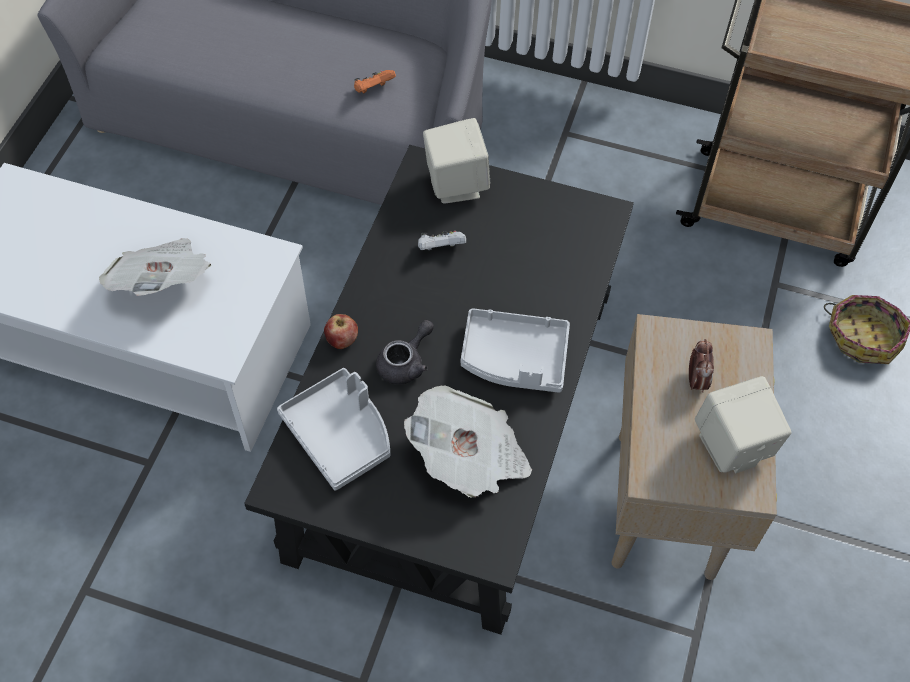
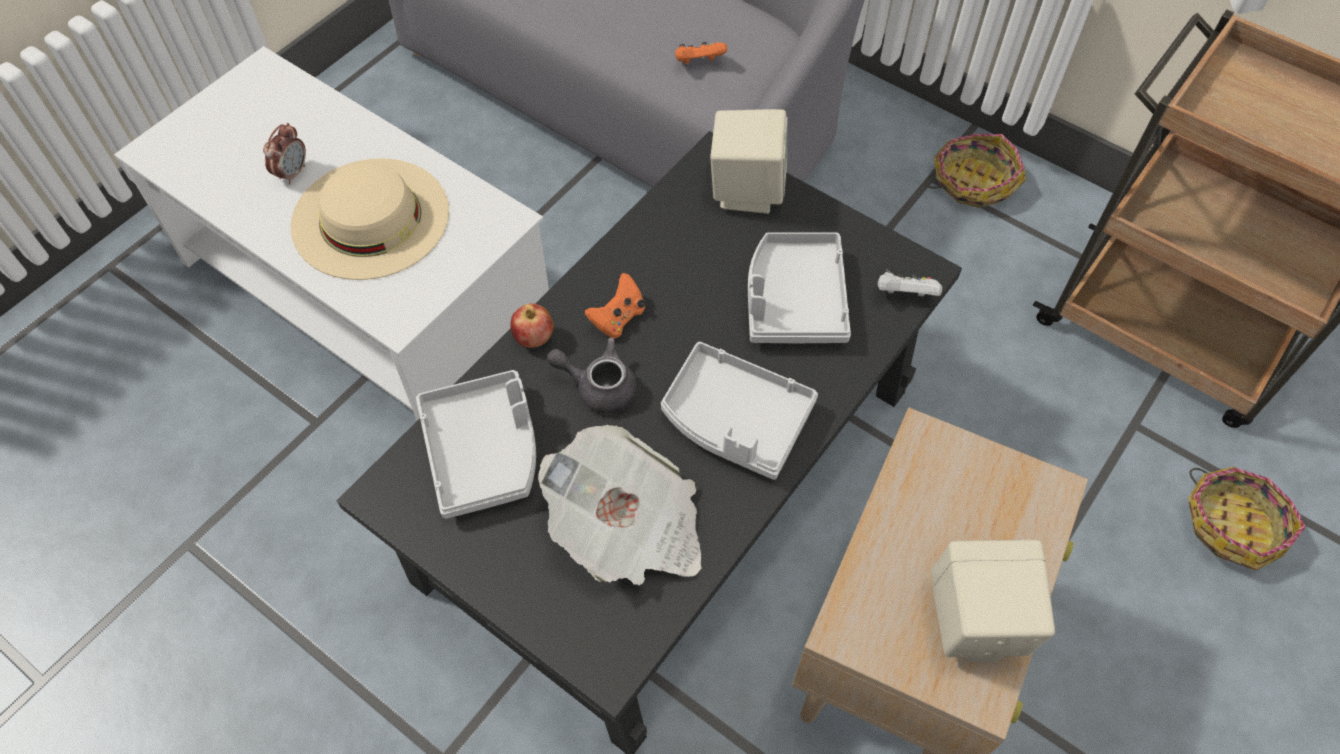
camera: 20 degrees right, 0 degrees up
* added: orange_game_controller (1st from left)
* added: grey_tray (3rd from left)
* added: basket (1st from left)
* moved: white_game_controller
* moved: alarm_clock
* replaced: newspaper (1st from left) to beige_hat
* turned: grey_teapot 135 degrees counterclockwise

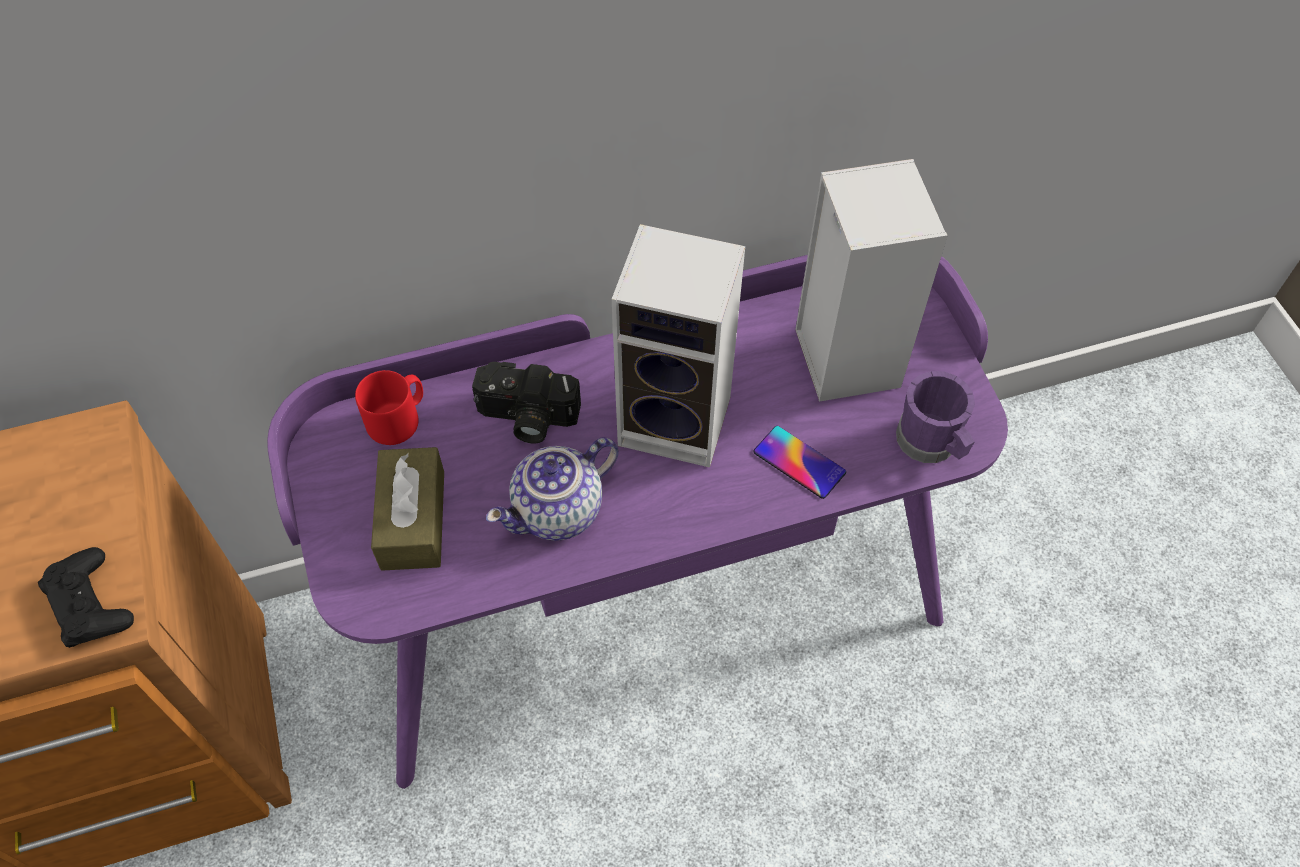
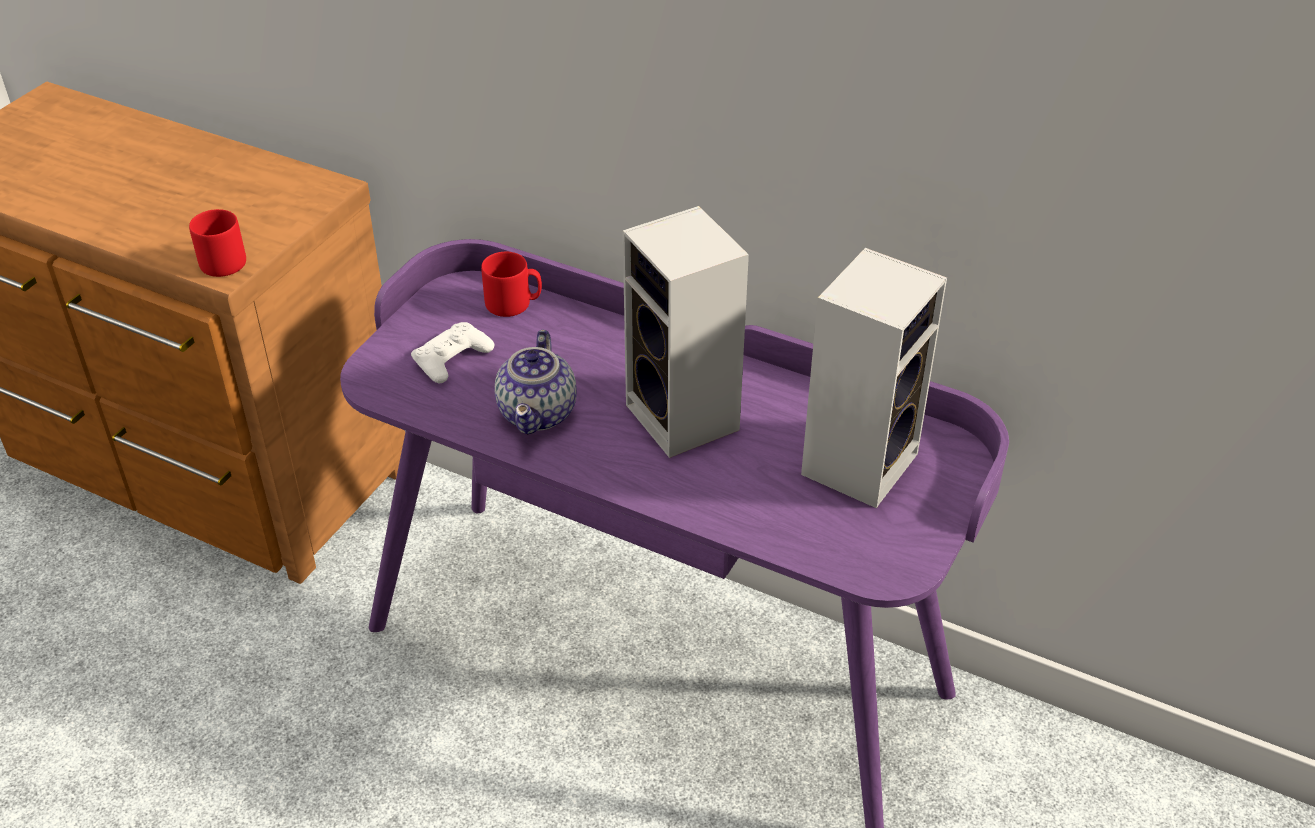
camera: 45 degrees right, 15 degrees down
* removed: photo_camera
* removed: phone
* removed: purple_mug
* replaced: black_game_controller to red_mug (1st from left)
* replaced: brown_tissue_box to white_game_controller
* turned: teapot 90 degrees counterclockwise

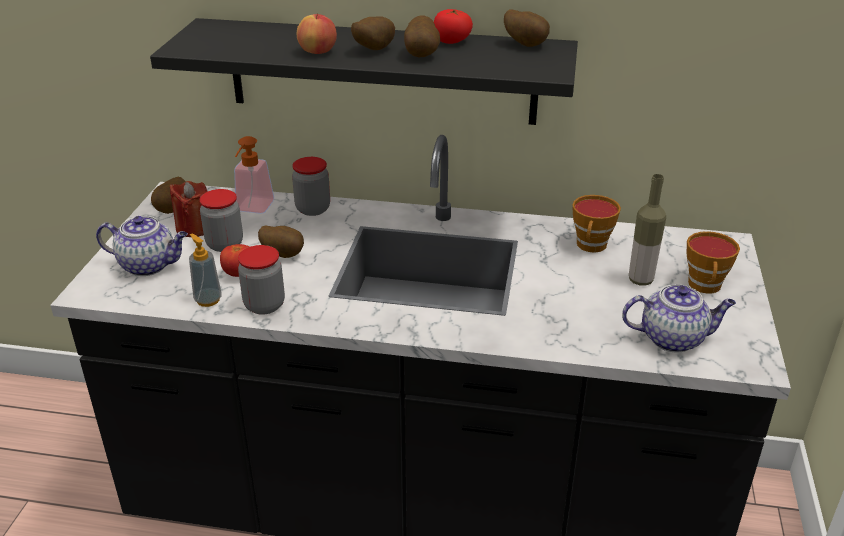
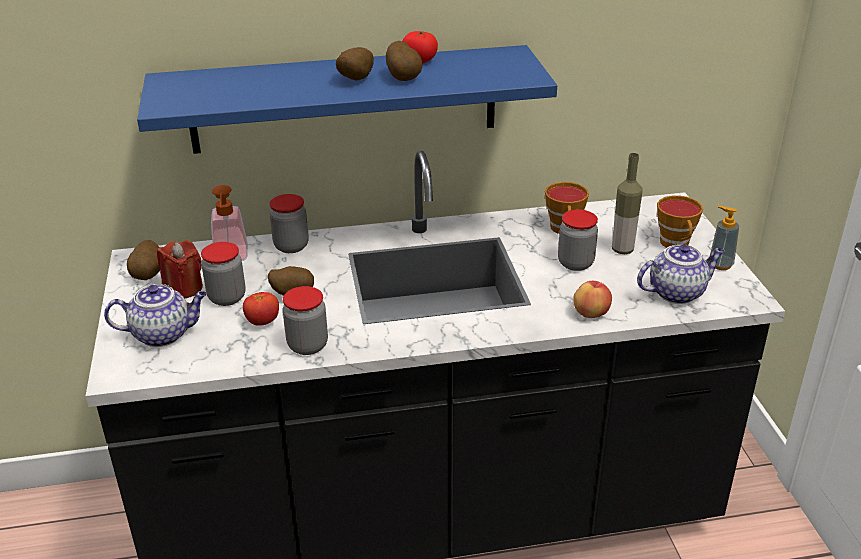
camera: 20 degrees left, 0 degrees up
* removed: potato (5th from left)
* added: jar (4th from left)
* moved: soap_dispenser (1st from left in the first image) to soap_dispenser (2nd from left)
* moved: apple
* recoloured: black_shelf to blue_shelf

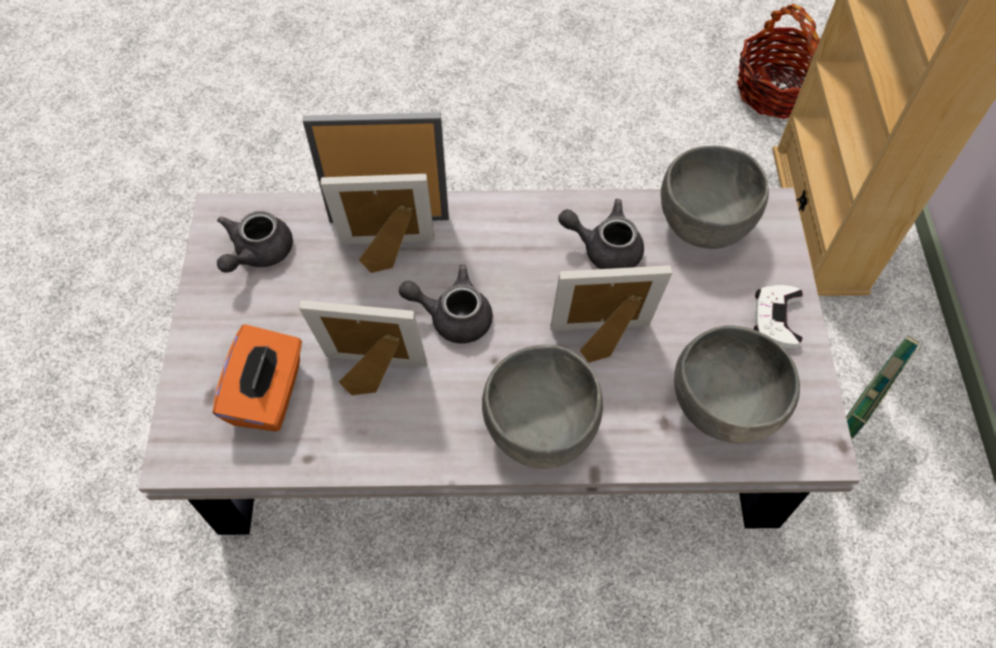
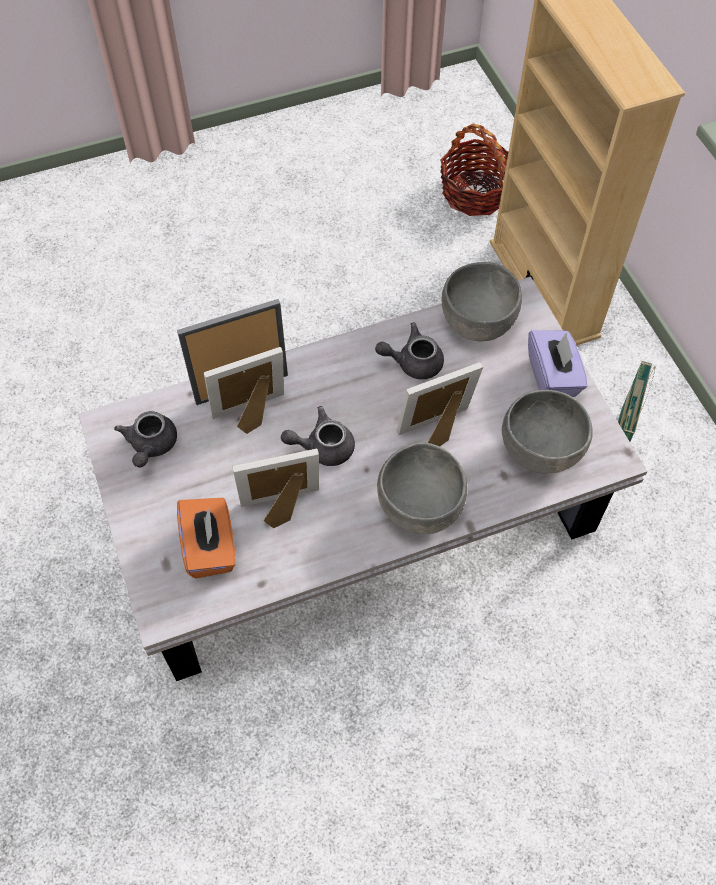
camera: 20 degrees left, 0 degrees up
* replaced: white_game_controller to purple_tissue_box

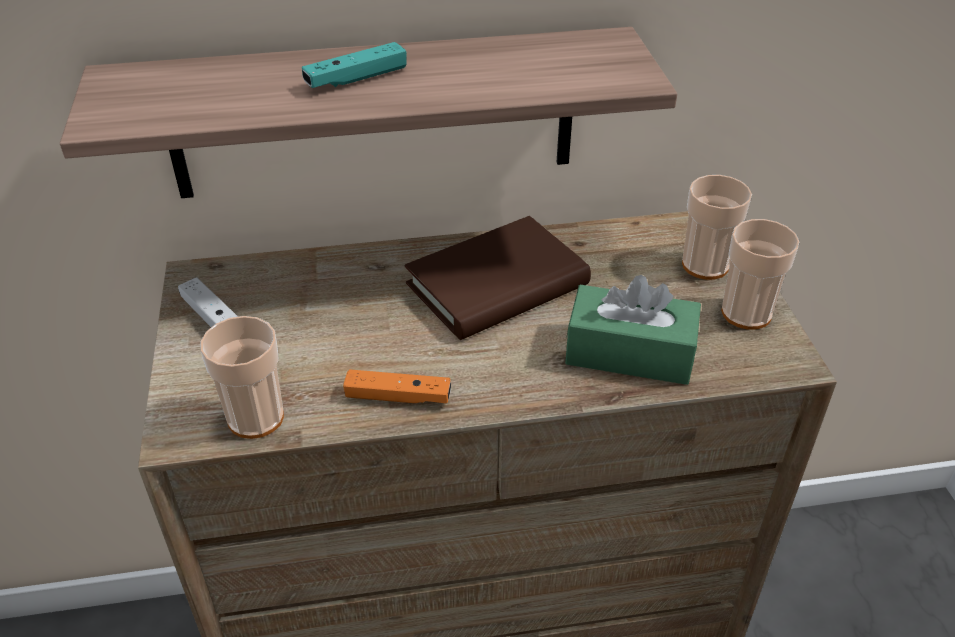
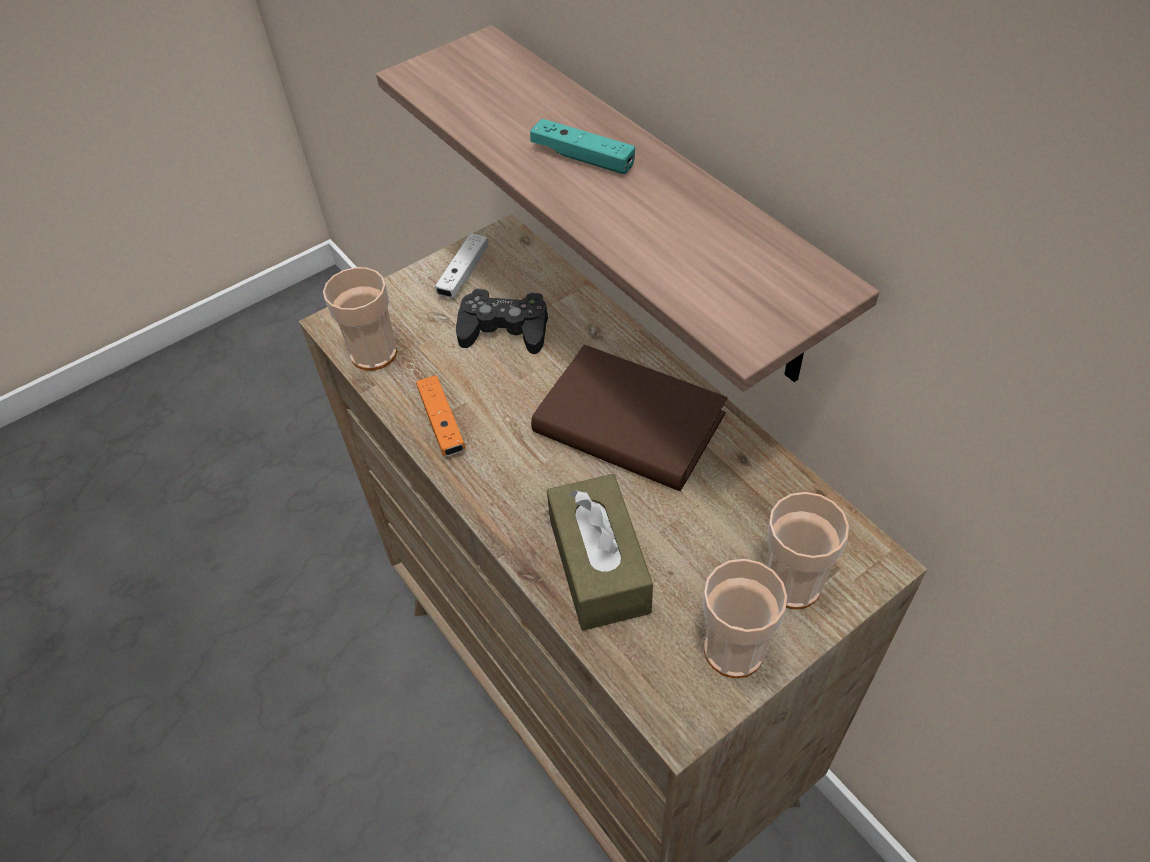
camera: 65 degrees right, 10 degrees up
* added: black_game_controller
* recoloured: green_tissue_box to brown_tissue_box

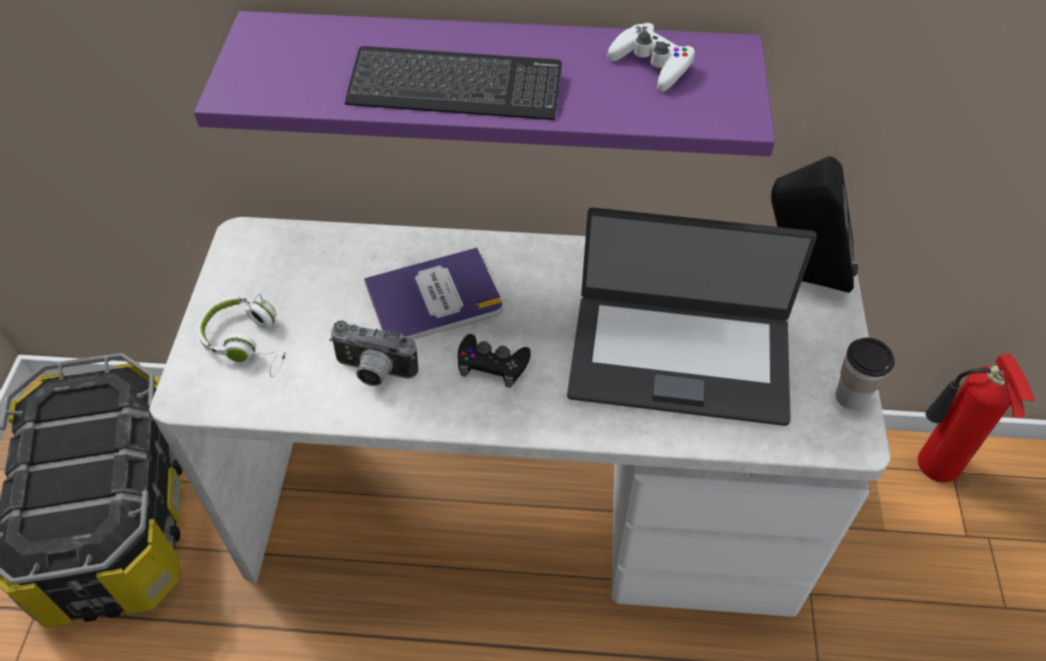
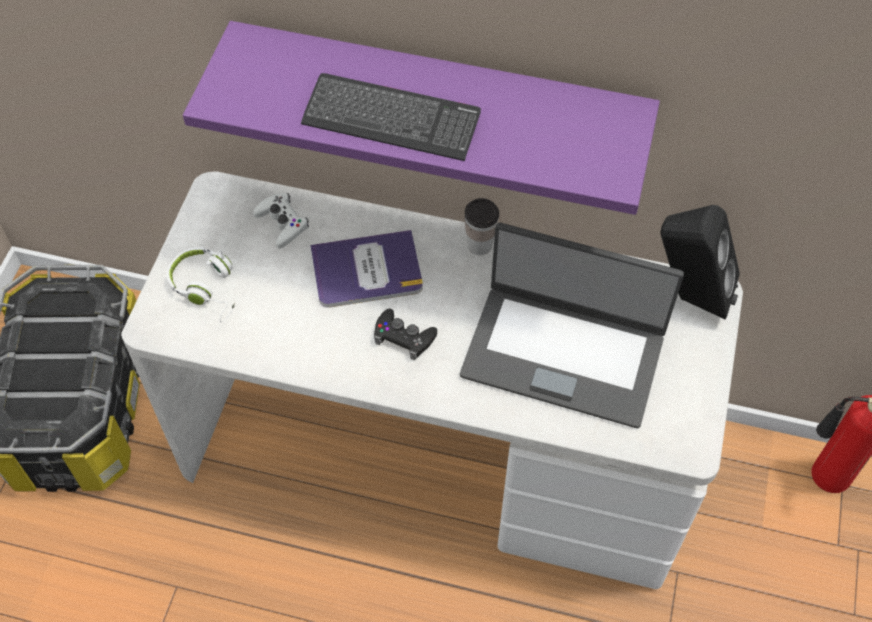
camera: 10 degrees right, 5 degrees up
* removed: photo_camera
* moved: white_game_controller
* moved: cup

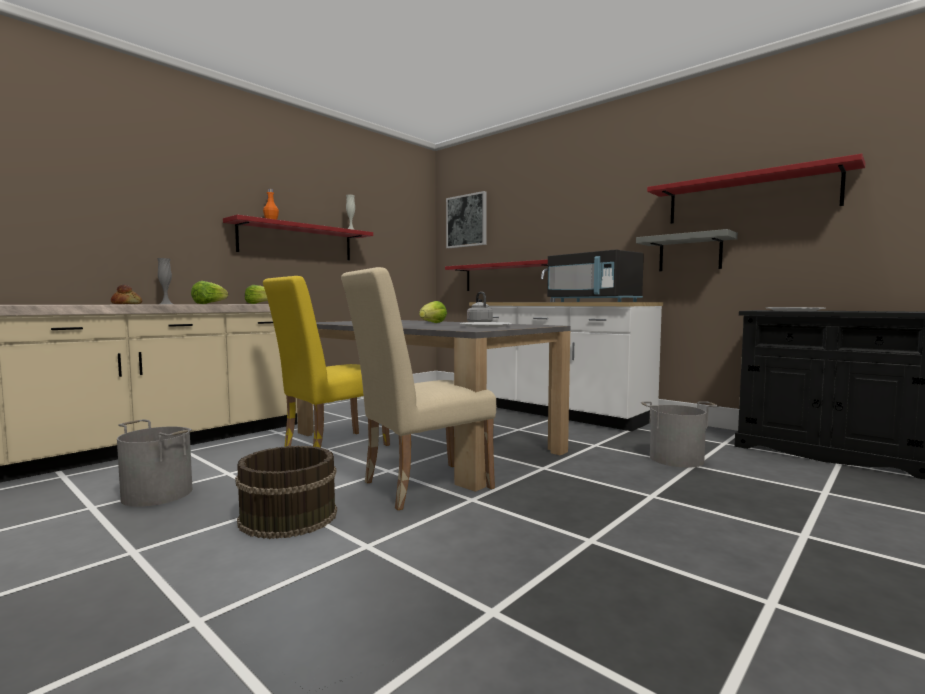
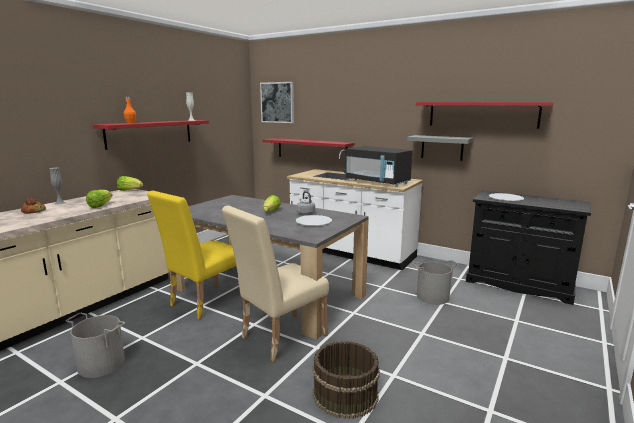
camera: 10 degrees left, 10 degrees up
* moved: brown_bucket

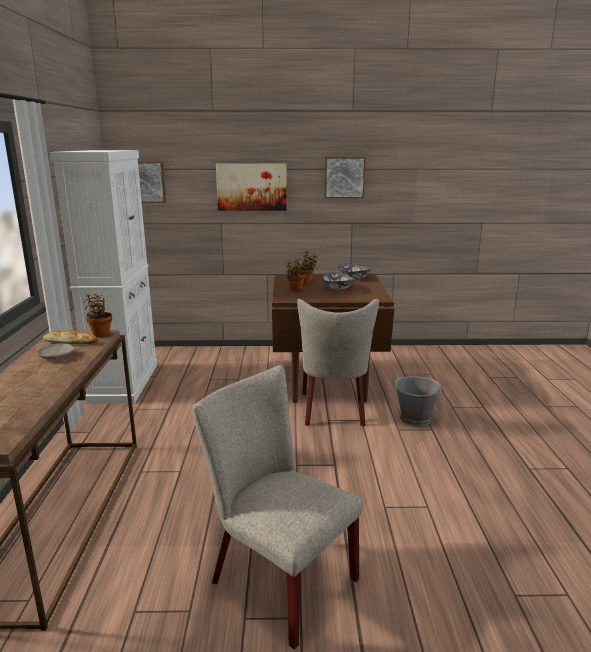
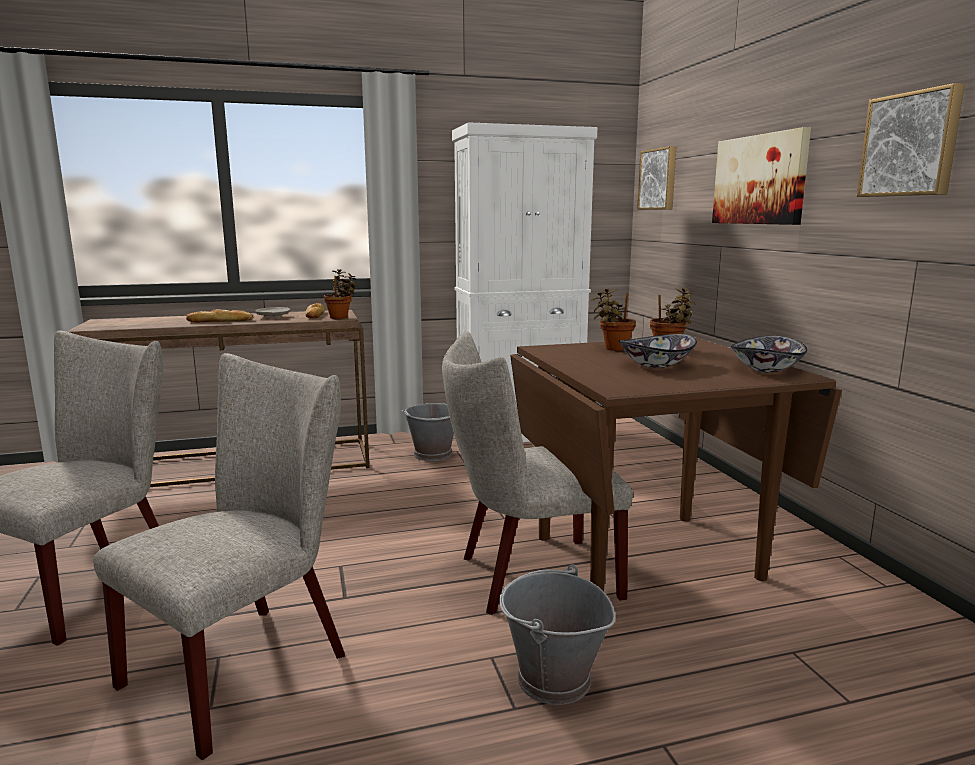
camera: 75 degrees right, 5 degrees down
* added: beige_chair (2nd from left)
* added: bread (1st from left)
* added: grey_bucket (1st from left)

